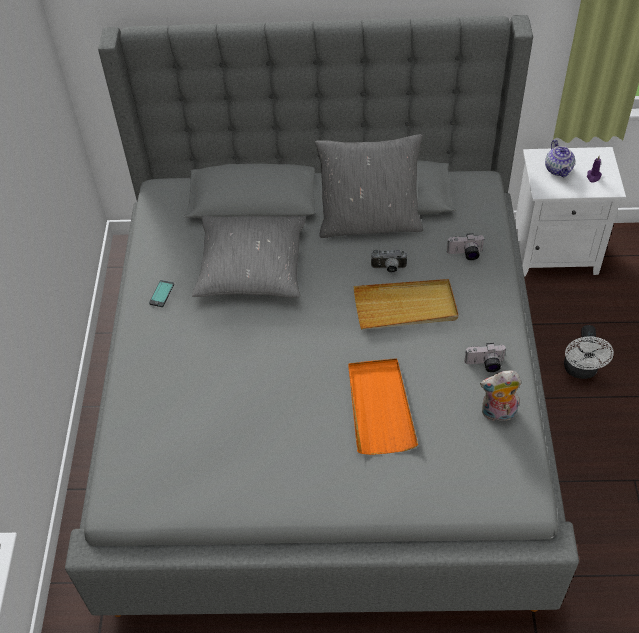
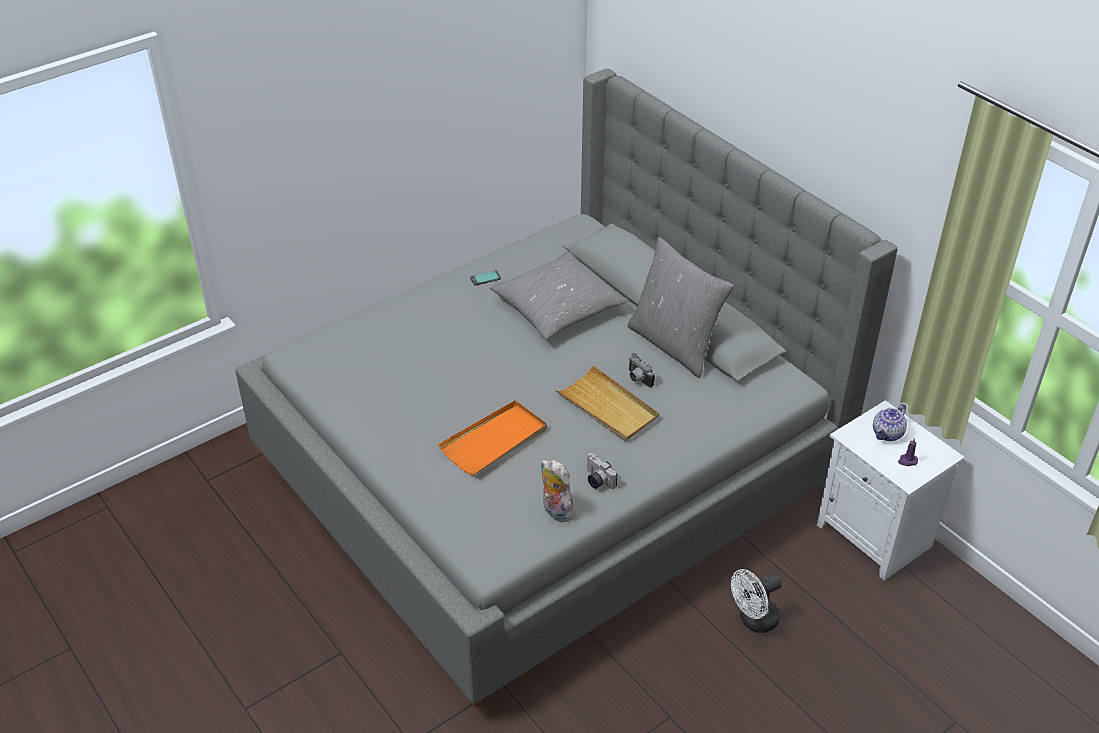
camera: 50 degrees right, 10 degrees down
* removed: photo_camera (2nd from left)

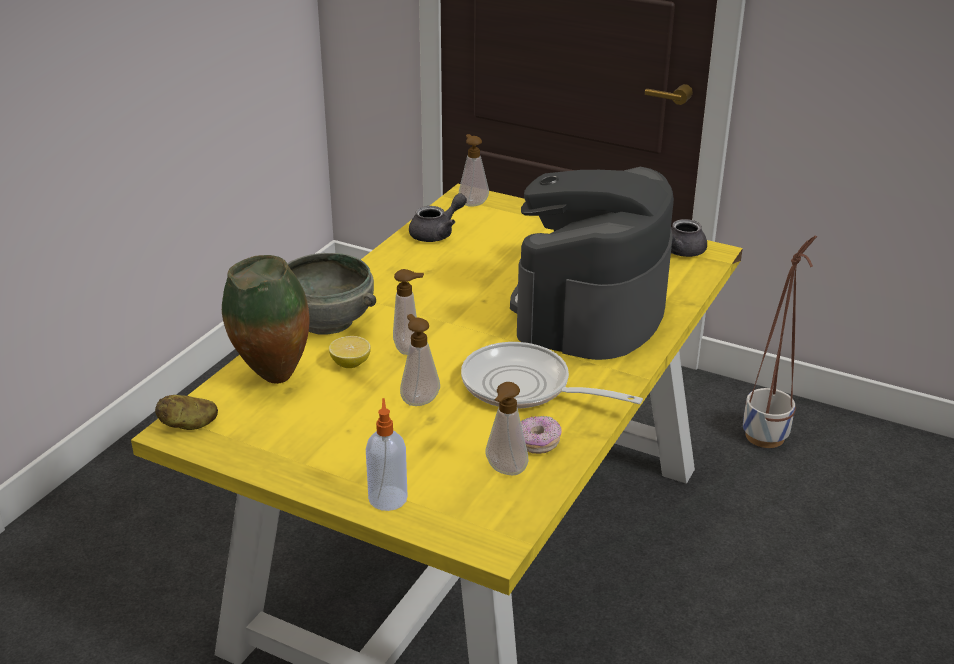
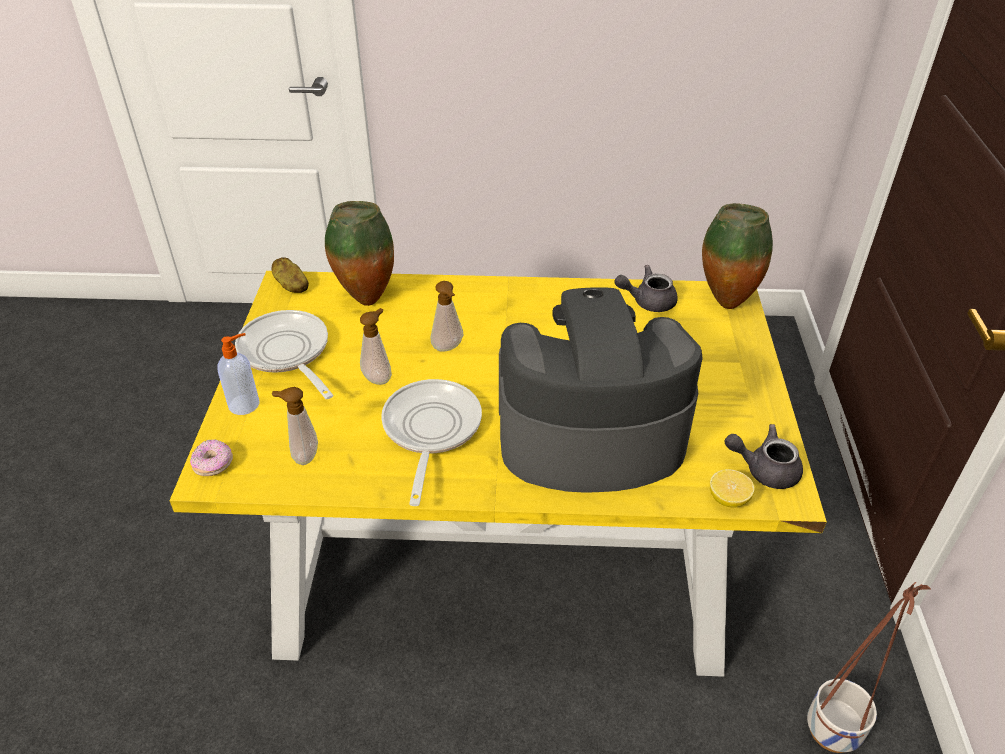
camera: 65 degrees right, 10 degrees up
* removed: grey_bowl
* added: frying_pan (1st from left)
* moved: lemon
* moved: donut
* replaced: soap_dispenser (4th from left) to vase (2nd from left)
* turned: grey_teapot (1st from left) 150 degrees clockwise

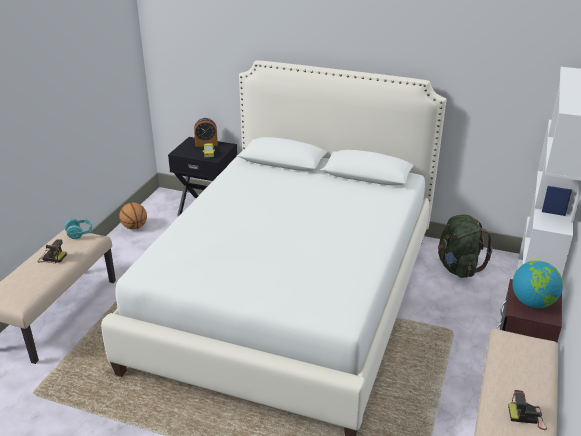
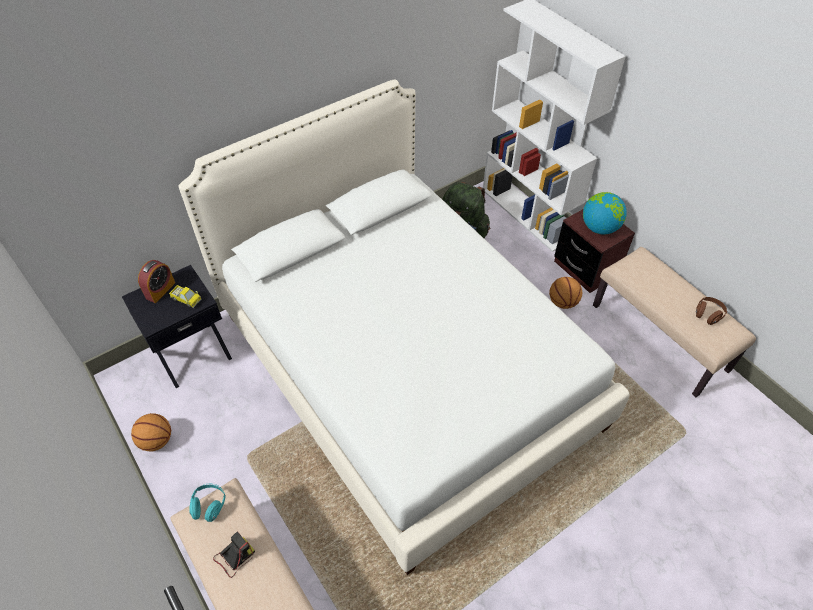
camera: 55 degrees left, 20 degrees up
* added: basketball (2nd from left)
* replaced: photo_camera (2nd from left) to brown_headphones

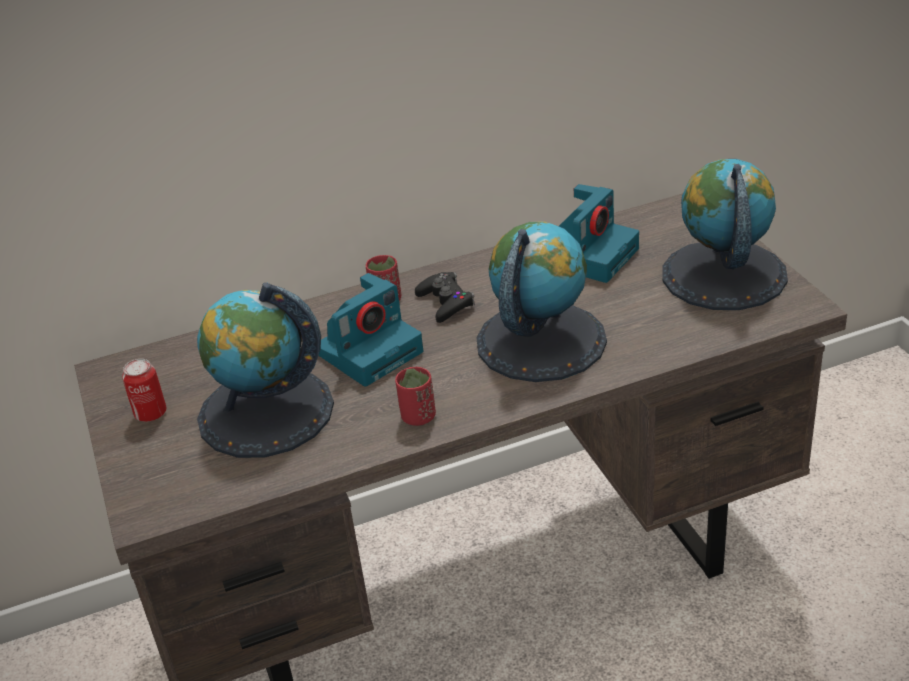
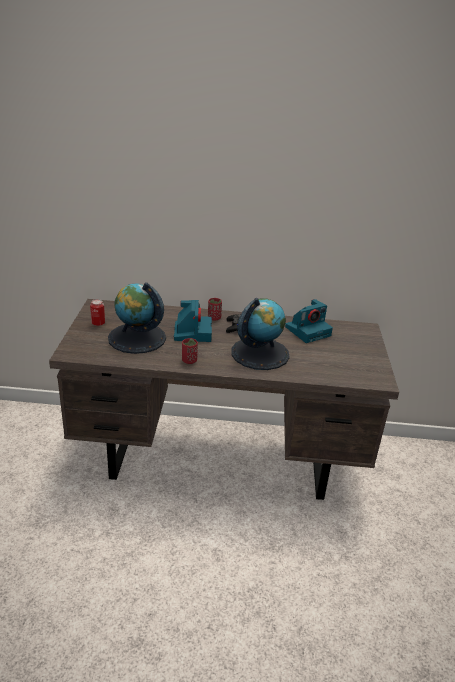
camera: 20 degrees right, 5 degrees down
* removed: globe (3rd from left)
* turned: photo_camera (1st from left) 75 degrees counterclockwise

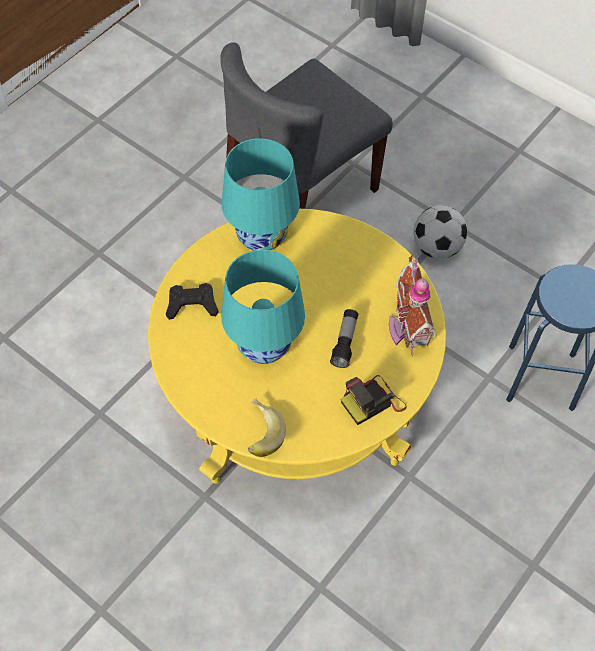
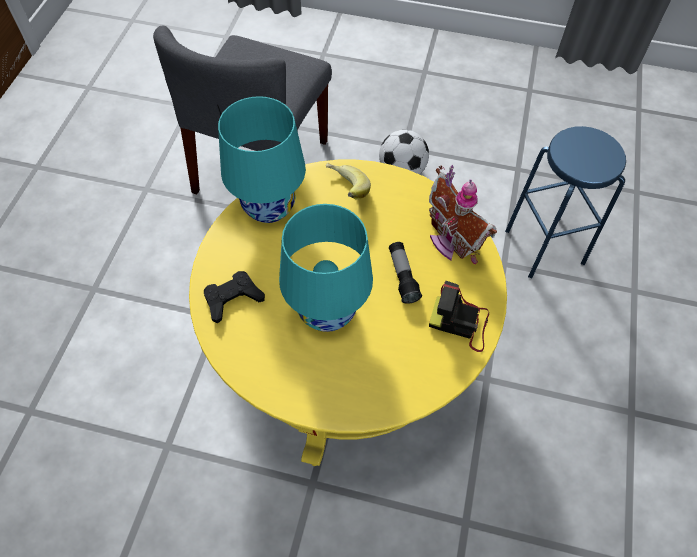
camera: 25 degrees left, 0 degrees up
* moved: banana
* turned: photo_camera 75 degrees clockwise

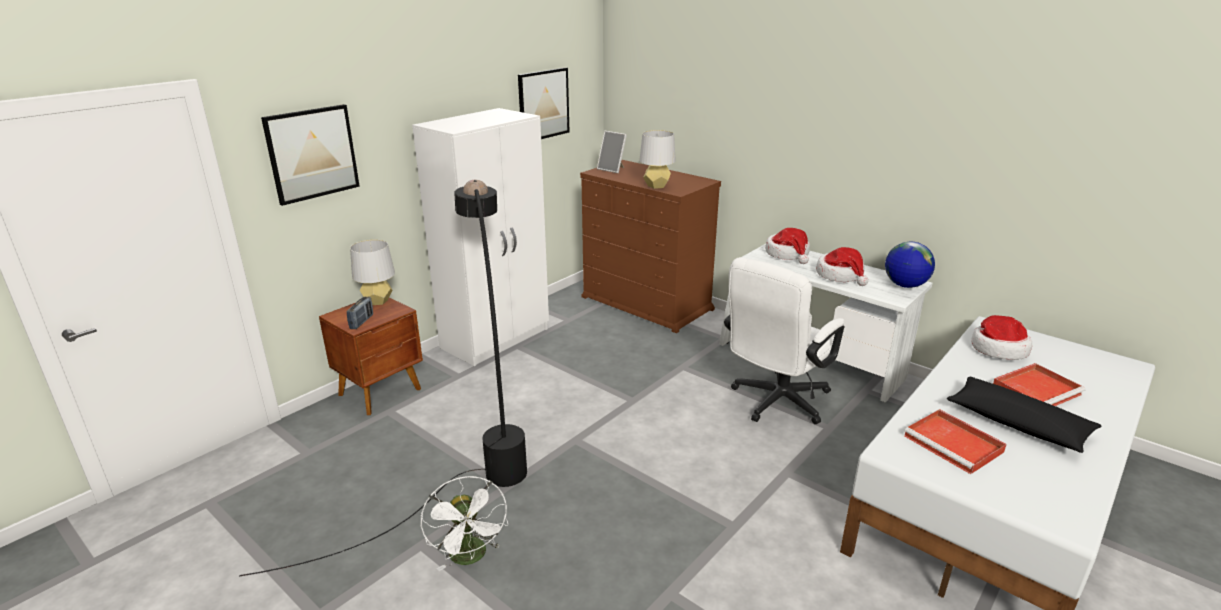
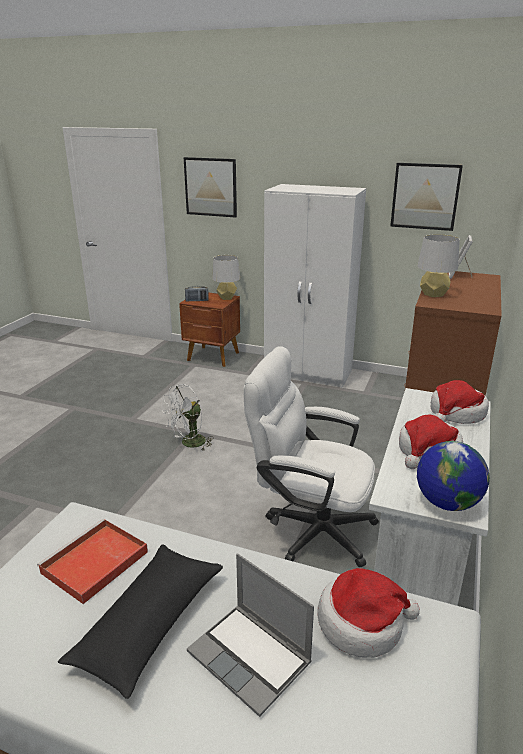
camera: 70 degrees right, 0 degrees up
* removed: black_floor_lamp
* moved: white_fan
* replaced: red_tray (2nd from left) to laptop

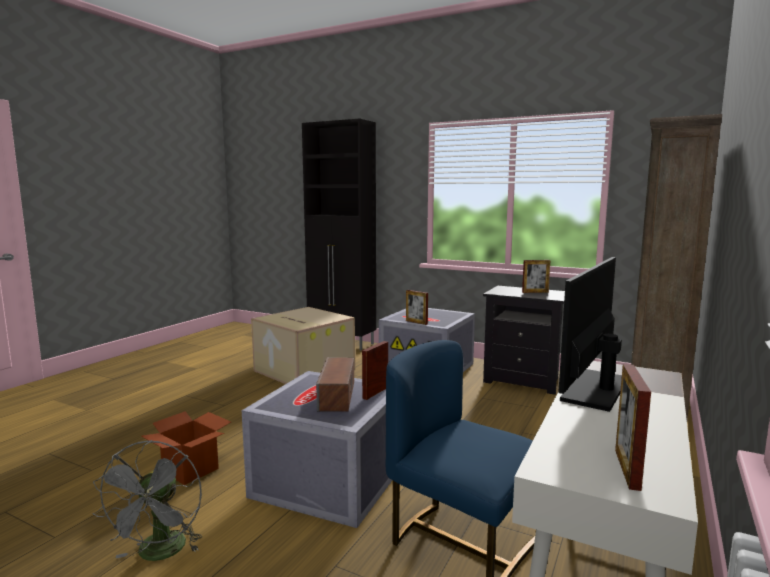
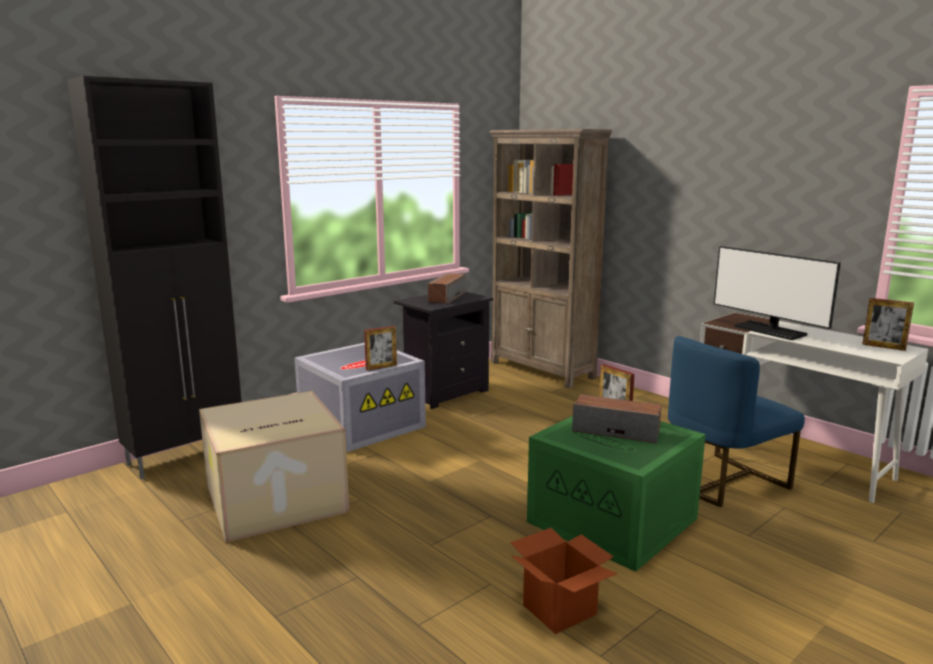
camera: 70 degrees left, 5 degrees up
* removed: grey_fan
* replaced: picture_frame (3rd from left) to speaker (1st from left)
* recoloured: grey_storage_box (1st from left) to green_storage_box

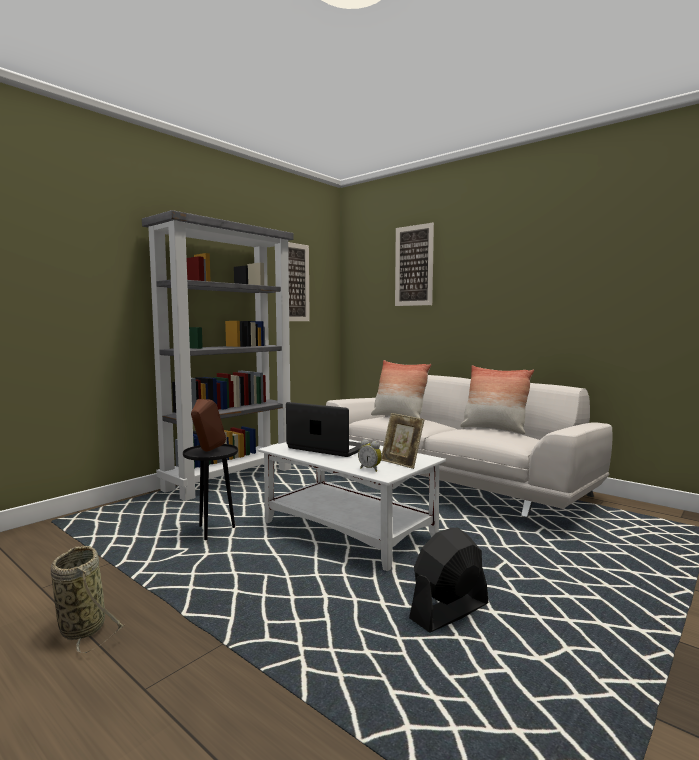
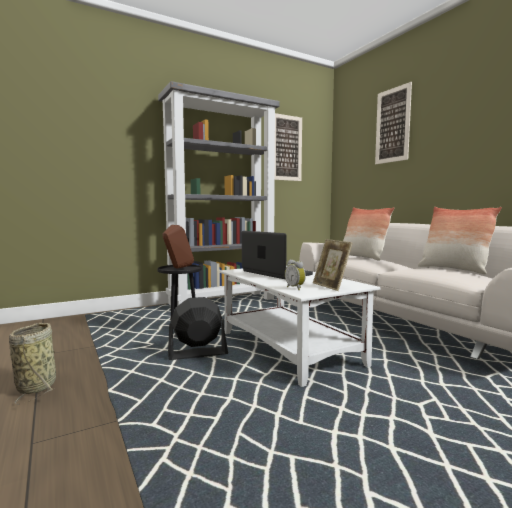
camera: 20 degrees right, 0 degrees up
* moved: black_fan

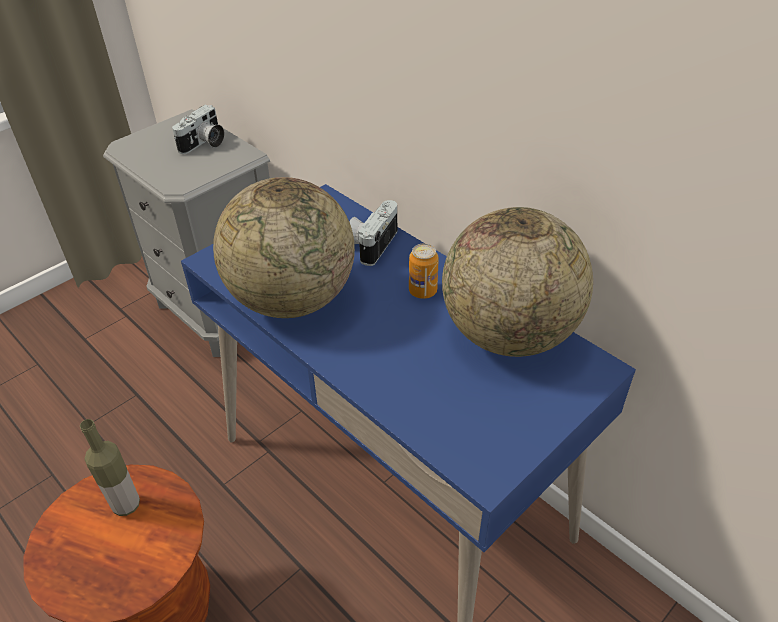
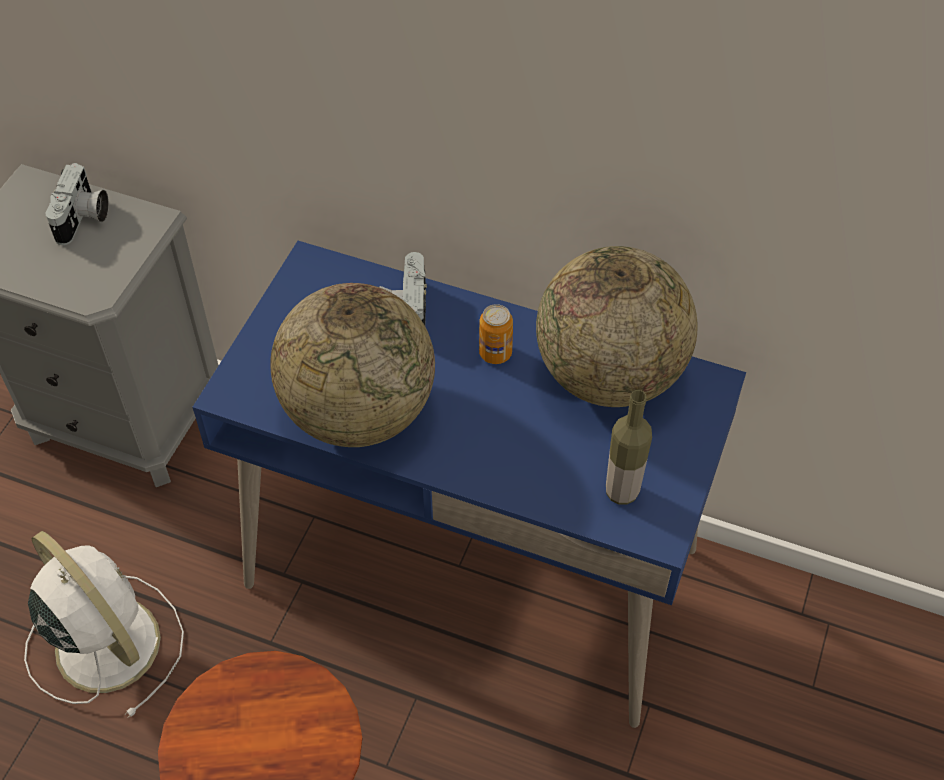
camera: 25 degrees left, 10 degrees up
* added: white_fan
* moved: bottle

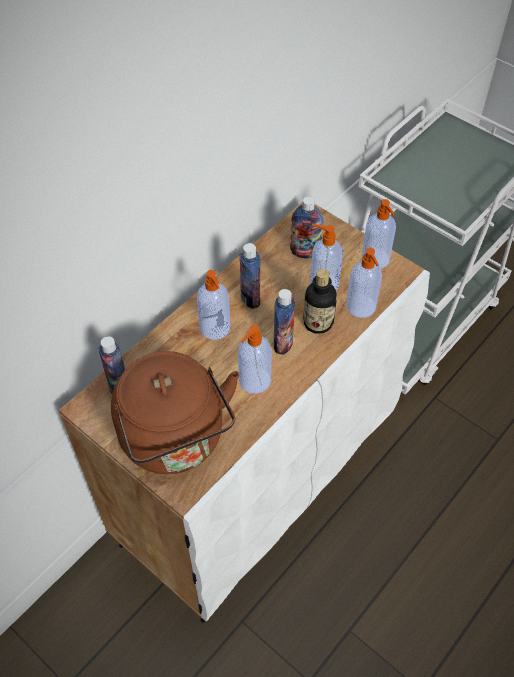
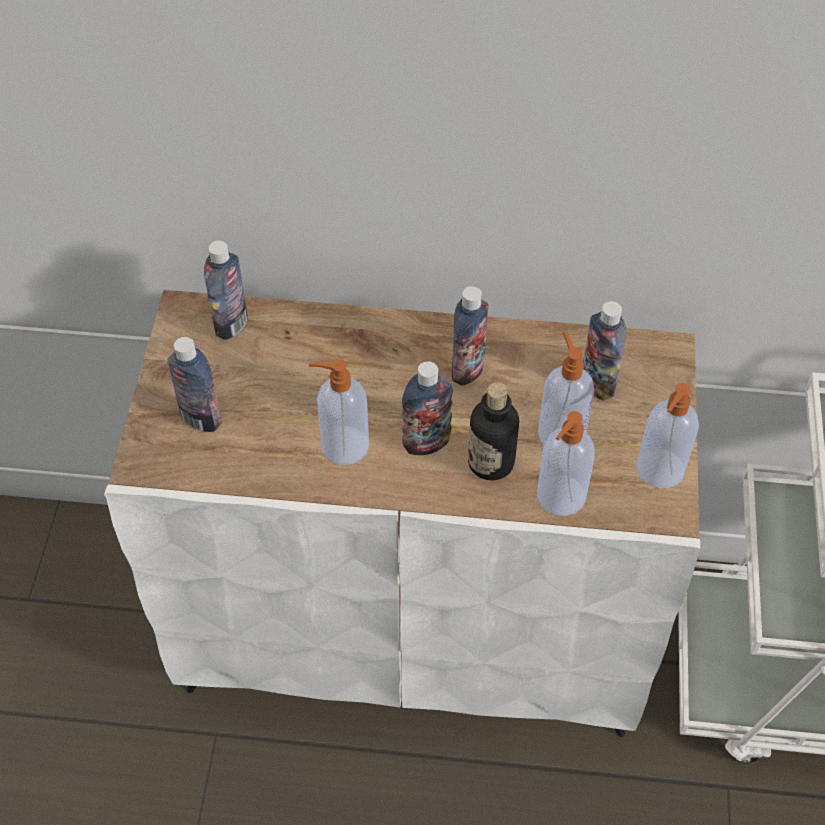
camera: 55 degrees right, 0 degrees up
* removed: soap_dispenser (1st from left)
* replaced: brown_kettle to bottle (1st from left)

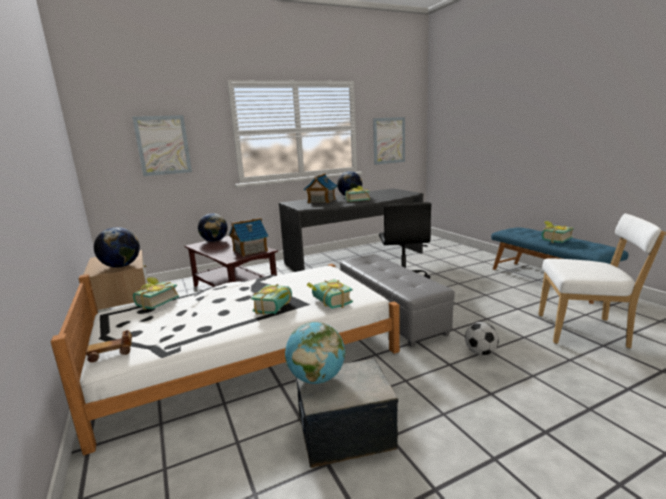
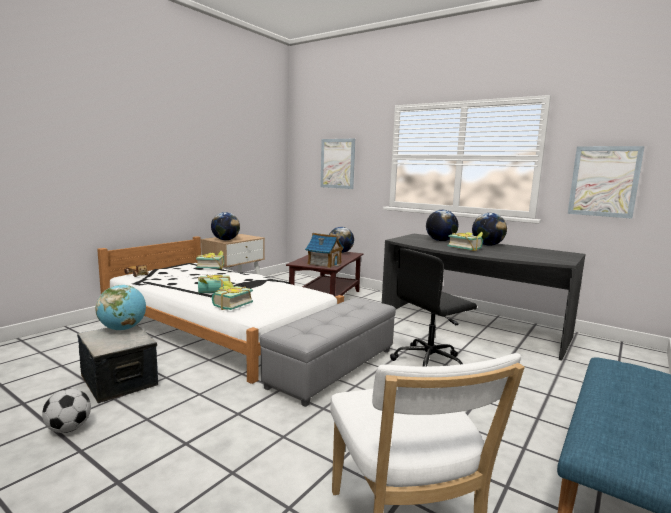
camera: 60 degrees right, 5 degrees down
* removed: book (5th from left)
* moved: football
* replaced: toy_house (2nd from left) to globe (4th from left)

